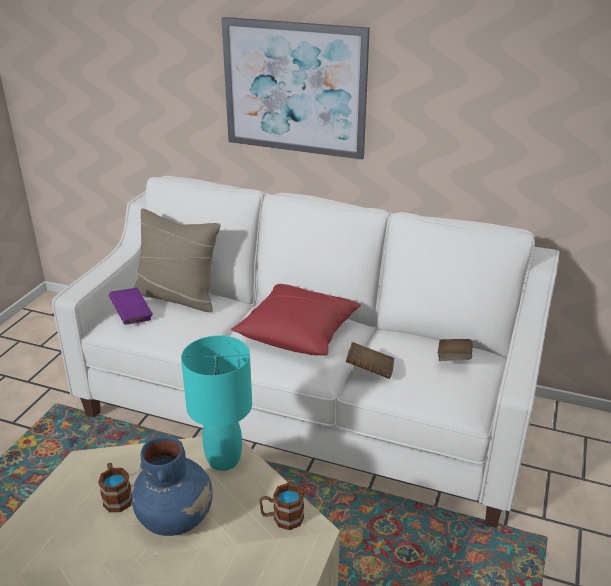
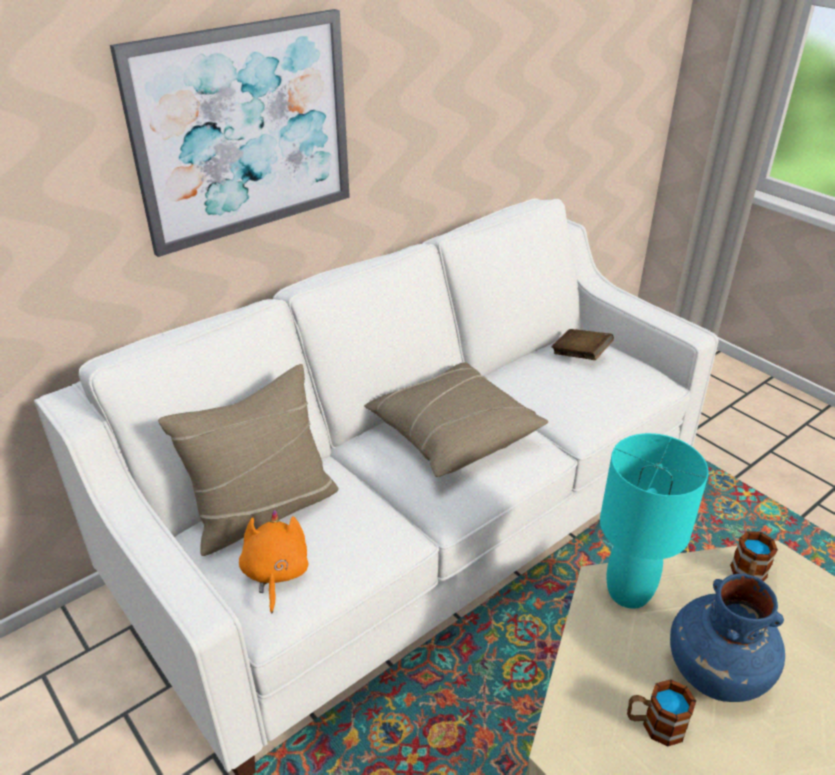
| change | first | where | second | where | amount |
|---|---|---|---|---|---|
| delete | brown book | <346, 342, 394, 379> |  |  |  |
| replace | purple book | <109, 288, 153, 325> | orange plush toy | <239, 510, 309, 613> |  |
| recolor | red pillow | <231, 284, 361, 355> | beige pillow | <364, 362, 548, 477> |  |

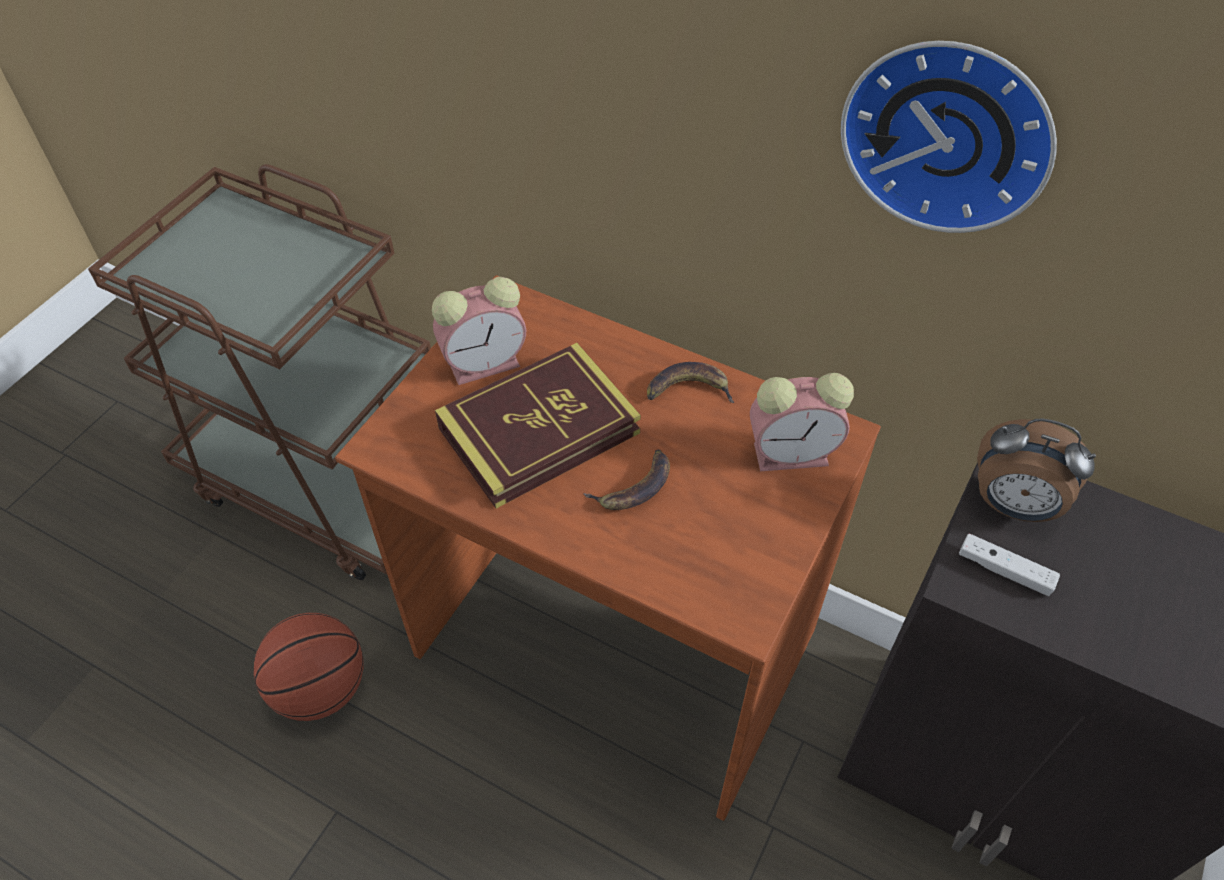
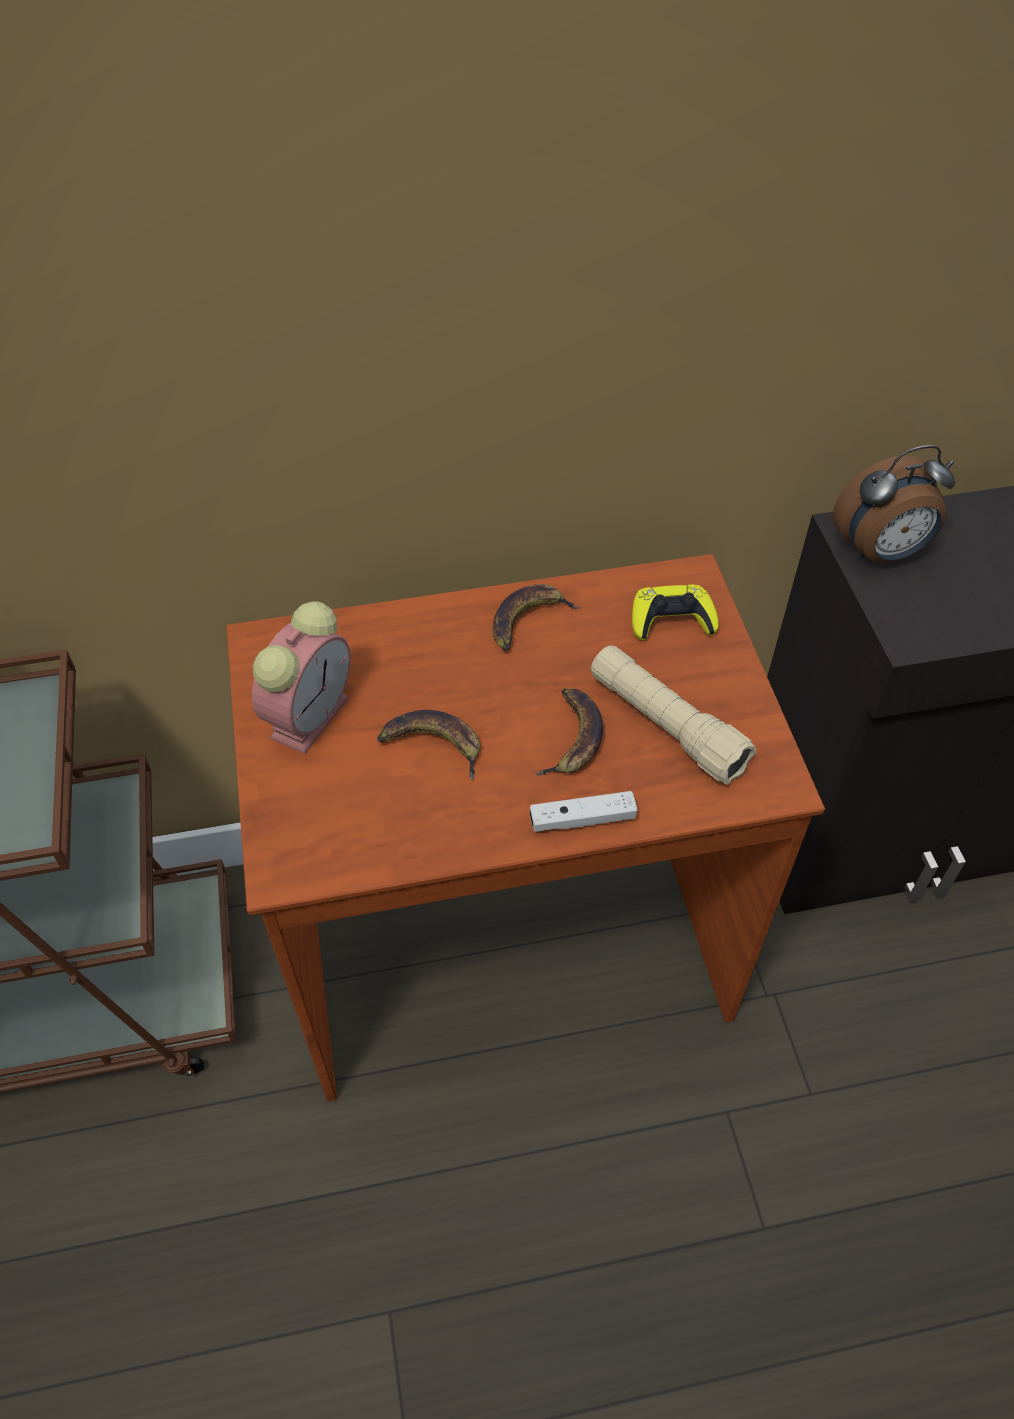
| change | first | where | second | where | amount |
|---|---|---|---|---|---|
| delete | basketball | <254, 613, 364, 721> |  |  |  |
| delete | wall clock | <841, 41, 1057, 233> |  |  |  |
| insert |  |  | beige flashlight | <591, 645, 757, 785> |  |
| move | white game controller | <959, 533, 1060, 596> |  | <530, 791, 637, 832> |  |
| replace | book | <435, 343, 641, 508> | banana | <377, 710, 480, 780> |  |
| replace | alarm clock | <750, 373, 854, 471> | yellow game controller | <632, 584, 719, 640> |  |

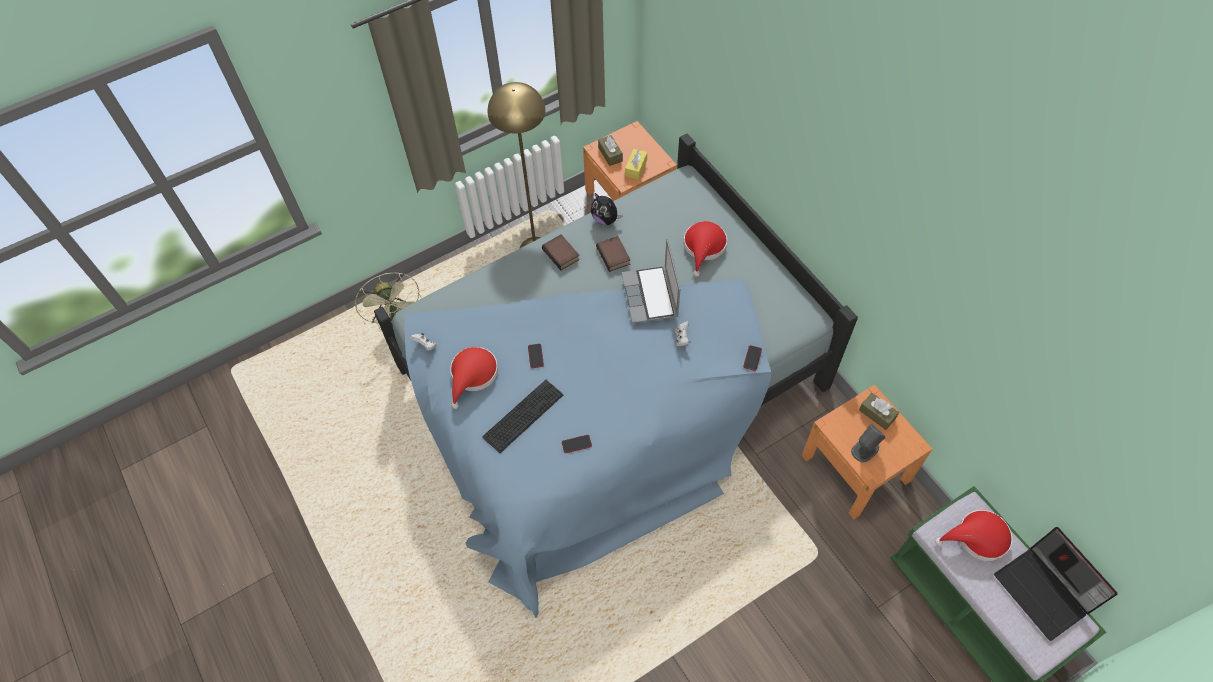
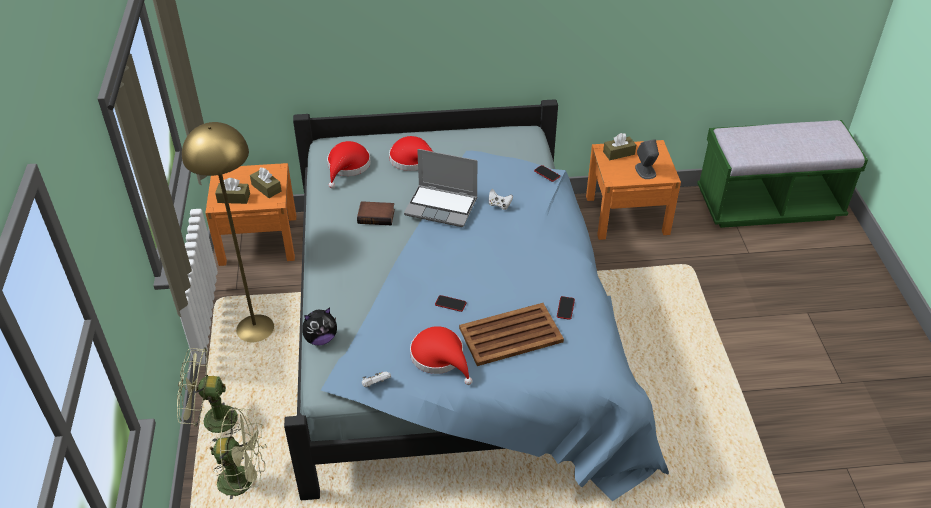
| change | first | where | second | where | amount |
|---|---|---|---|---|---|
| delete | book | <542, 234, 580, 271> |  |  |  |
| delete | laptop | <994, 527, 1117, 641> |  |  |  |
| insert |  |  | green fan | <177, 348, 241, 443> |  |
| move | plush toy | <591, 193, 623, 225> |  | <302, 308, 337, 345> |  |
| move | red hat | <935, 510, 1012, 561> |  | <327, 141, 371, 188> |  |
| replace | keyboard | <482, 380, 563, 453> | brown tray | <459, 303, 564, 366> |  |
| recolor | yellow tissue box | <625, 149, 647, 180> | brown tissue box | <250, 167, 282, 198> |  |

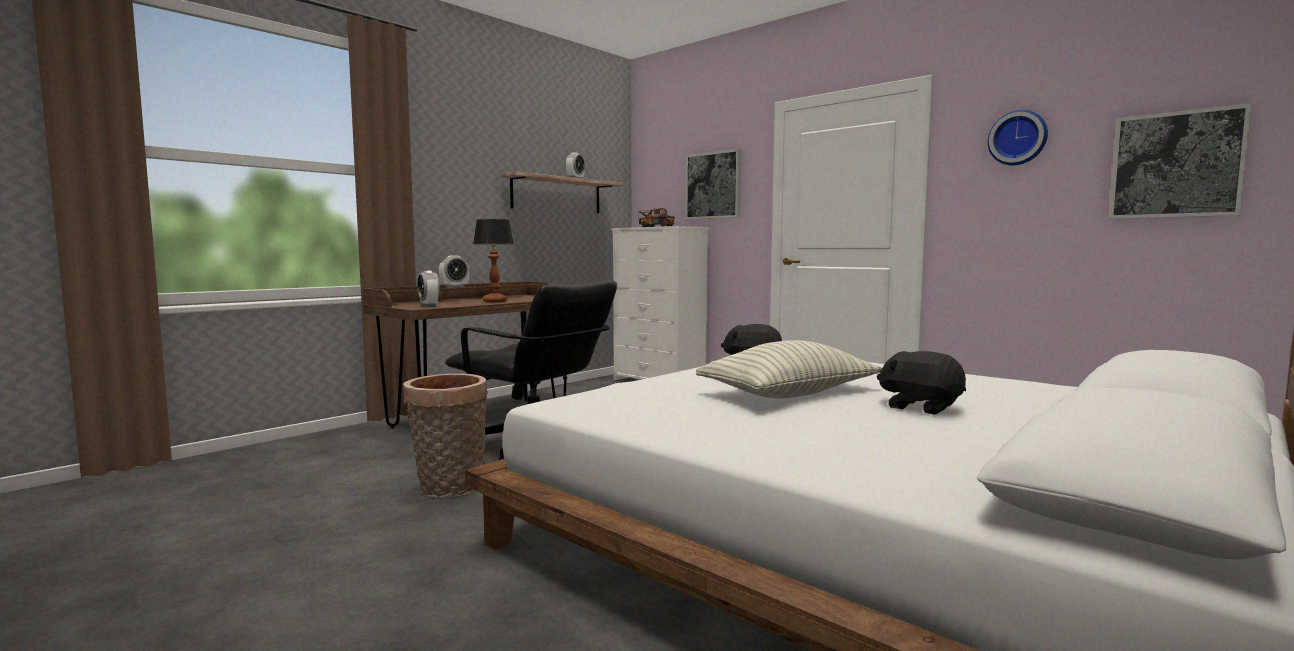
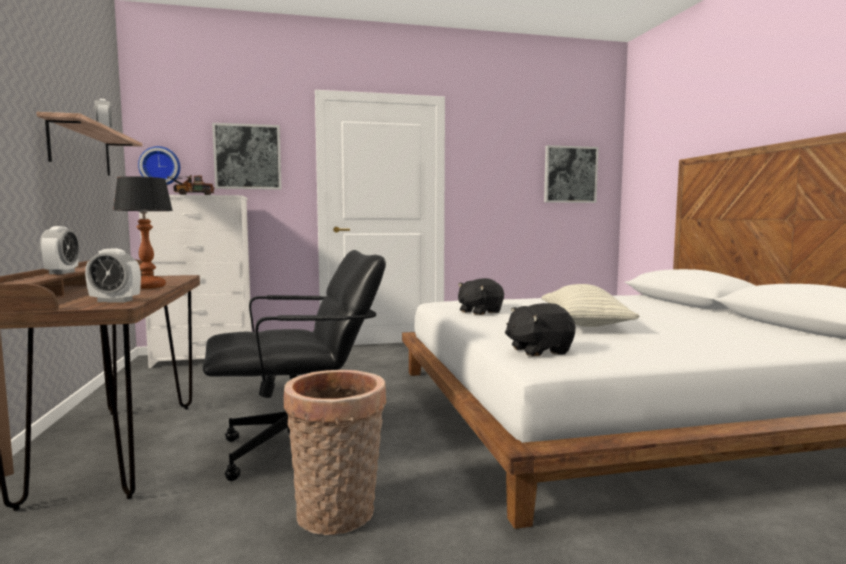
| change | first | where | second | where | amount |
|---|---|---|---|---|---|
| move | black plush toy | <877, 351, 966, 414> |  | <505, 303, 576, 357> |  |
| move | wall clock | <988, 110, 1048, 165> |  | <138, 146, 180, 185> |  |

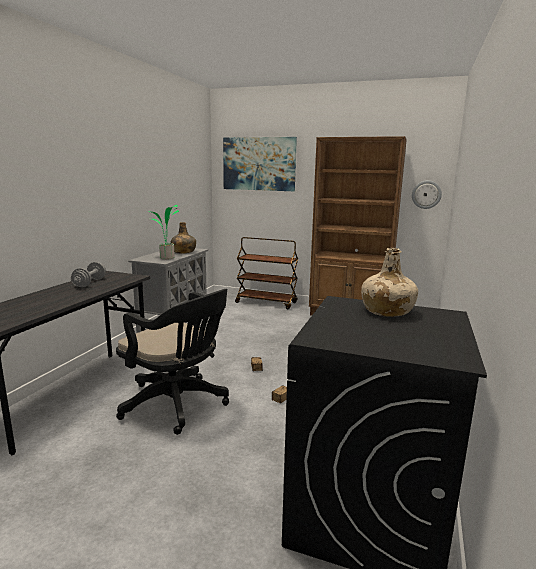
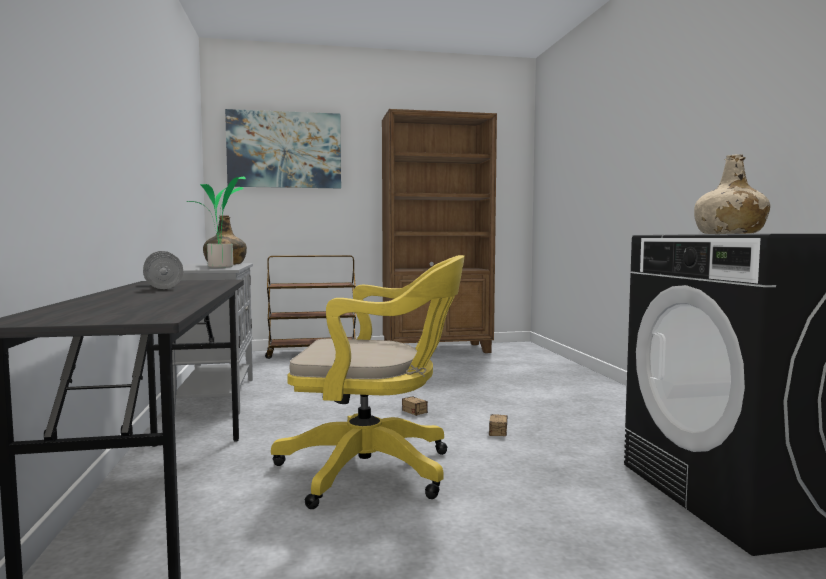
| change | first | where | second | where | amount |
|---|---|---|---|---|---|
| delete | wall clock | <412, 180, 442, 209> |  |  |  |
| recolor | black office chair | <116, 289, 229, 435> | yellow office chair | <271, 255, 465, 509> |  |

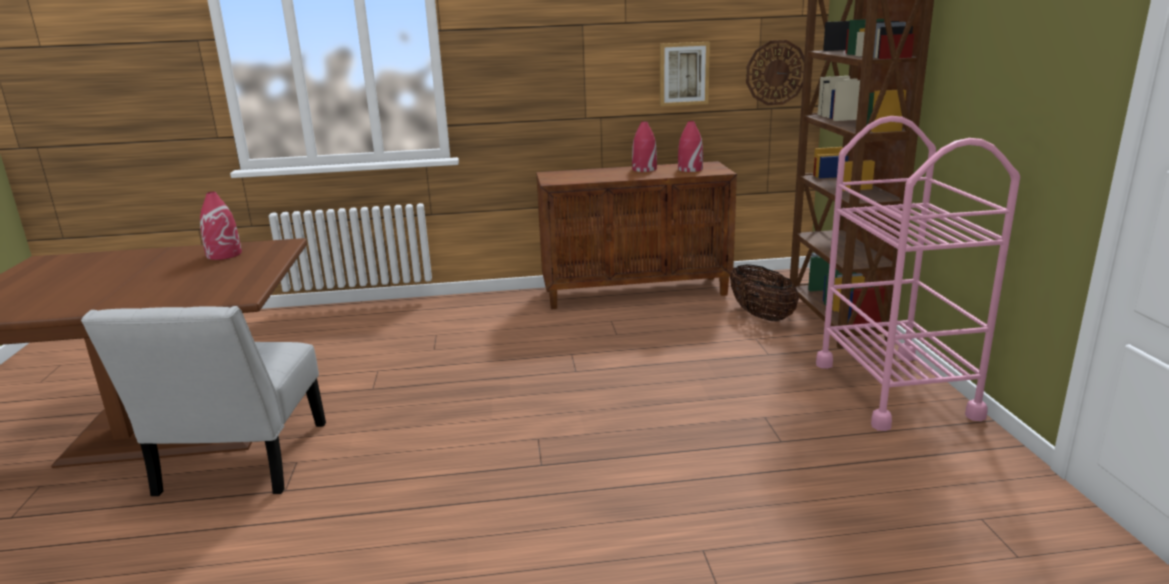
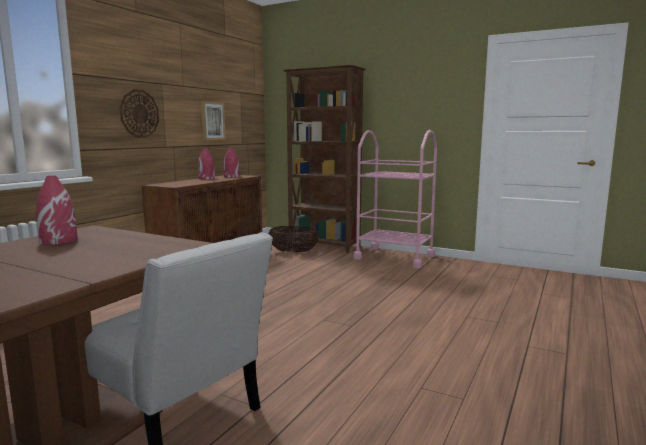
| change | first | where | second | where | amount |
|---|---|---|---|---|---|
| move | wall clock | <746, 40, 804, 105> |  | <120, 89, 159, 138> |  |

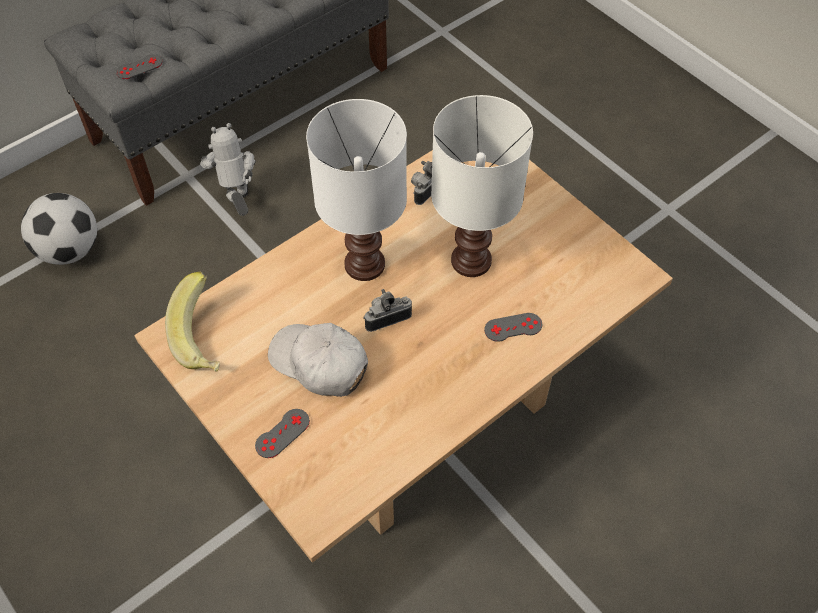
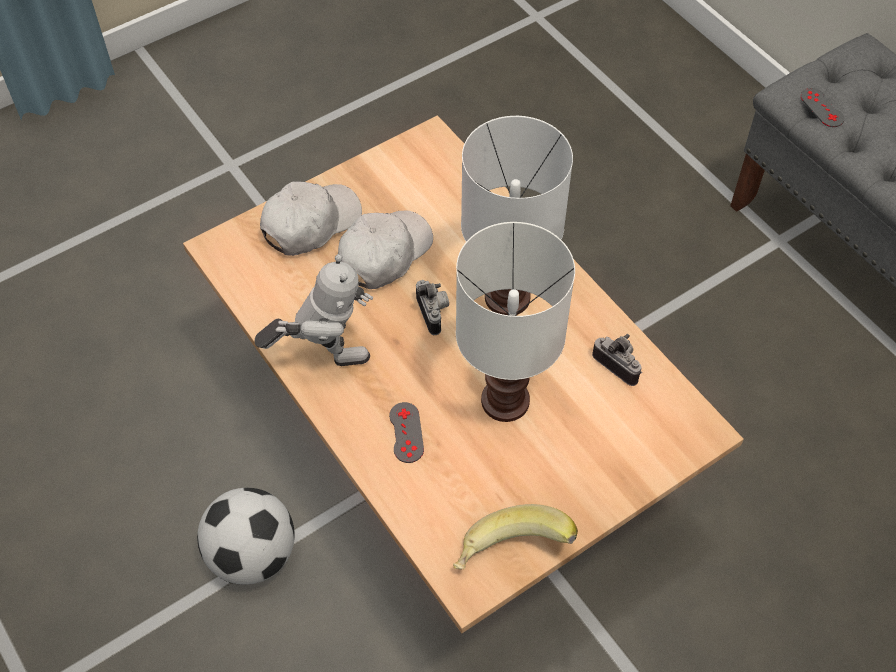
| change | first | where | second | where | amount |
|---|---|---|---|---|---|
| move | football | <21, 193, 97, 265> |  | <197, 488, 295, 585> |  |
| move | banana | <165, 271, 220, 372> |  | <453, 504, 578, 570> |  |
| move | toy robot | <200, 123, 256, 216> |  | <255, 254, 373, 366> |  |
| replace | grey game controller | <255, 409, 310, 458> | white cap | <260, 182, 362, 256> |  |

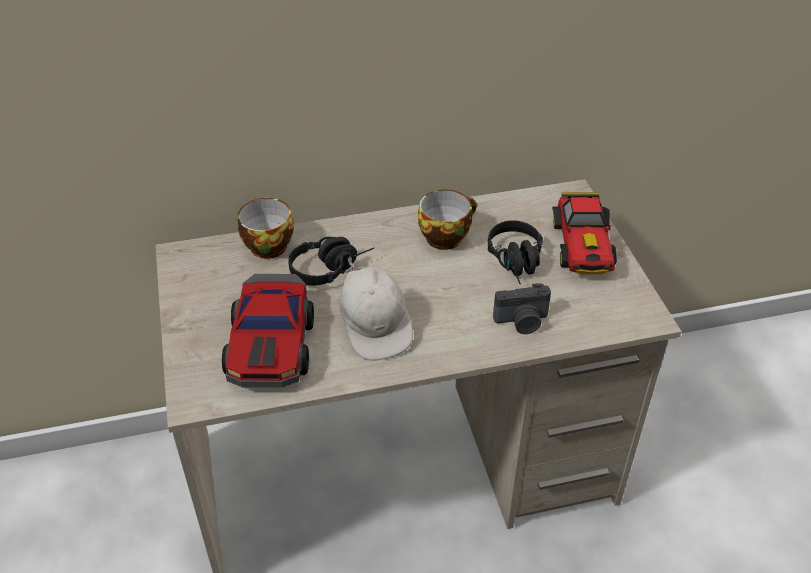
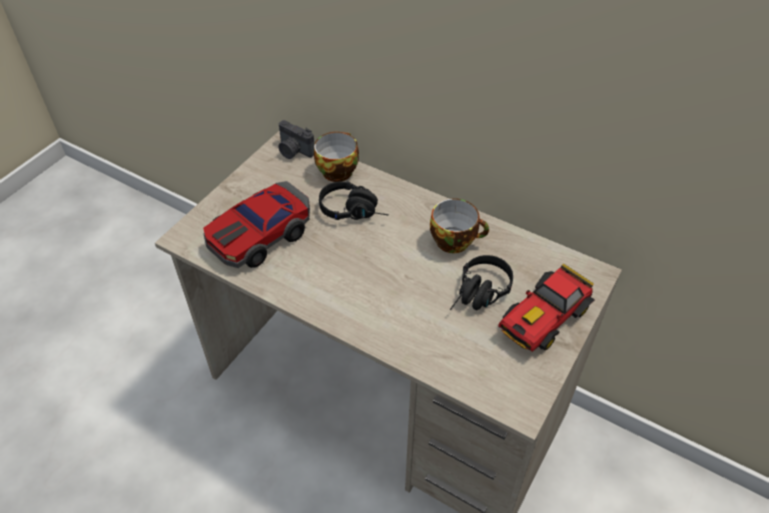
| change | first | where | second | where | amount |
|---|---|---|---|---|---|
| delete | white cap | <339, 257, 413, 361> |  |  |  |
| move | photo camera | <493, 283, 551, 334> |  | <278, 120, 314, 159> |  |

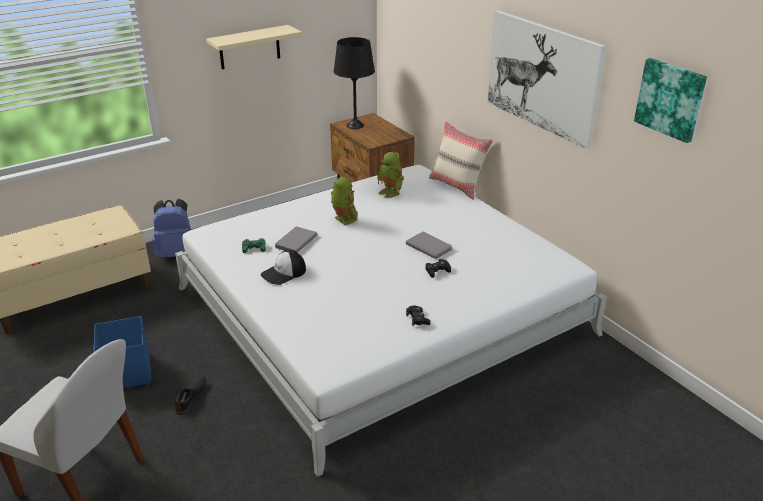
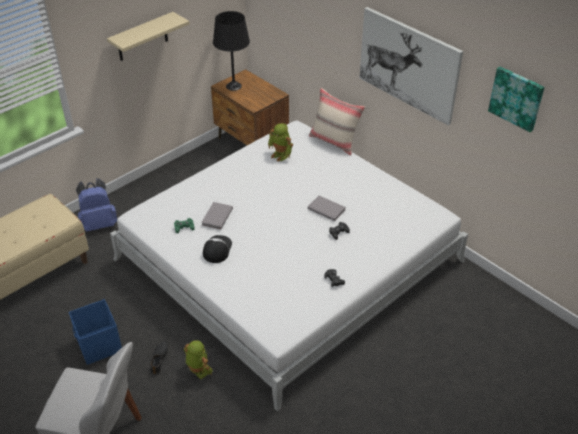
| change | first | where | second | where | amount |
|---|---|---|---|---|---|
| move | toy robot | <331, 177, 358, 225> |  | <184, 340, 213, 379> |  |
| rotate | cap | <261, 250, 306, 285> |  | <203, 235, 232, 263> | 150 degrees clockwise |

